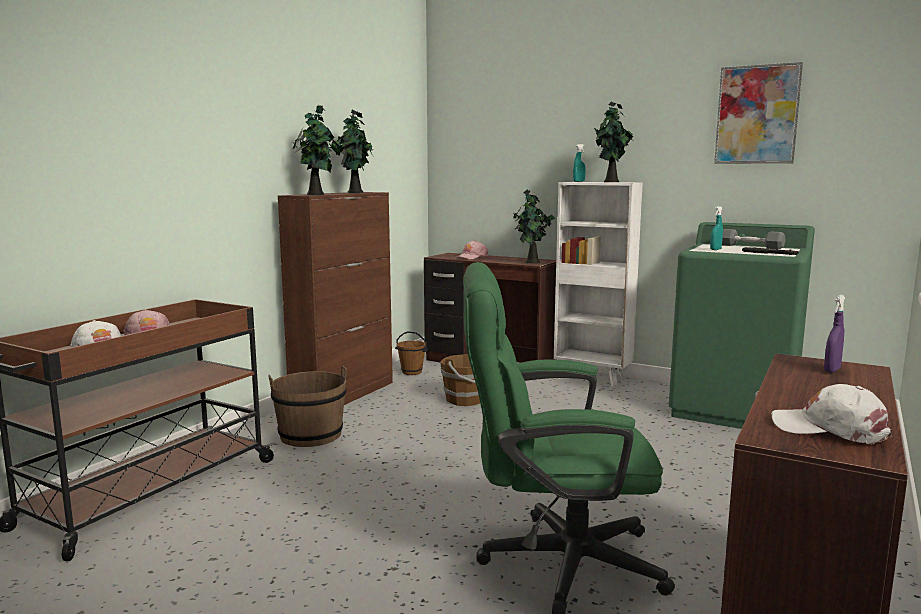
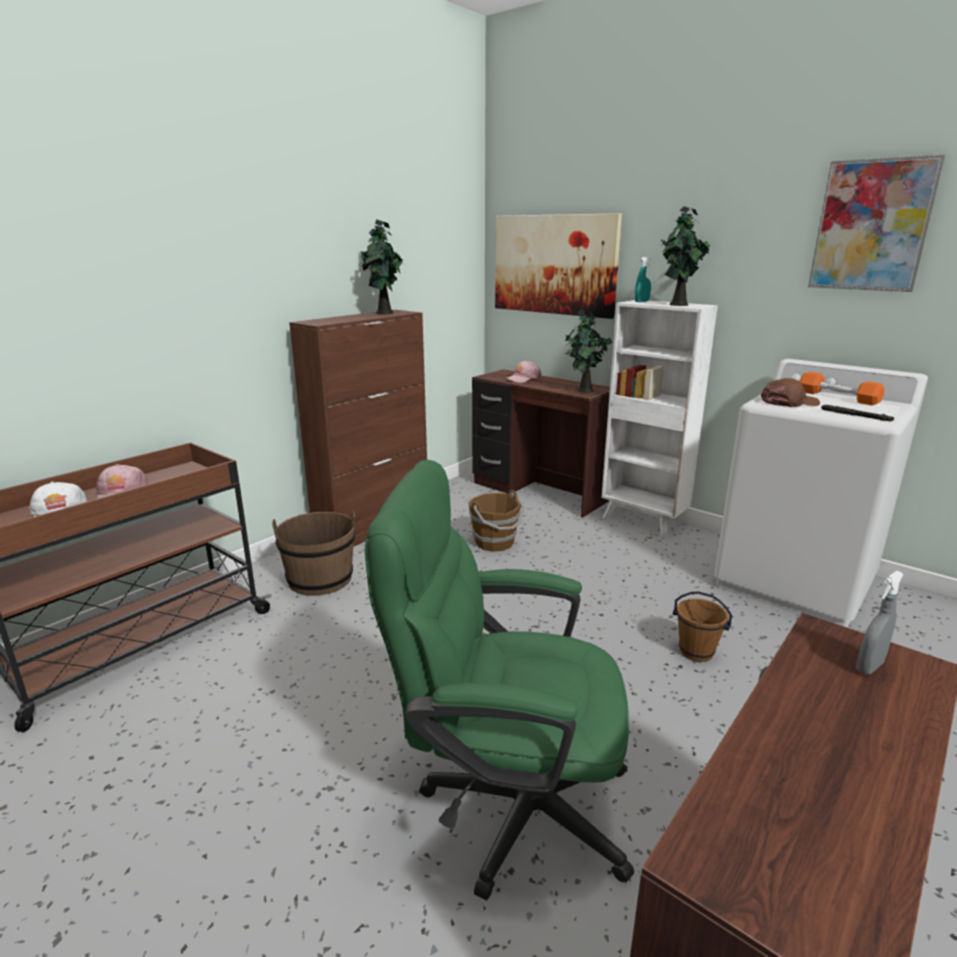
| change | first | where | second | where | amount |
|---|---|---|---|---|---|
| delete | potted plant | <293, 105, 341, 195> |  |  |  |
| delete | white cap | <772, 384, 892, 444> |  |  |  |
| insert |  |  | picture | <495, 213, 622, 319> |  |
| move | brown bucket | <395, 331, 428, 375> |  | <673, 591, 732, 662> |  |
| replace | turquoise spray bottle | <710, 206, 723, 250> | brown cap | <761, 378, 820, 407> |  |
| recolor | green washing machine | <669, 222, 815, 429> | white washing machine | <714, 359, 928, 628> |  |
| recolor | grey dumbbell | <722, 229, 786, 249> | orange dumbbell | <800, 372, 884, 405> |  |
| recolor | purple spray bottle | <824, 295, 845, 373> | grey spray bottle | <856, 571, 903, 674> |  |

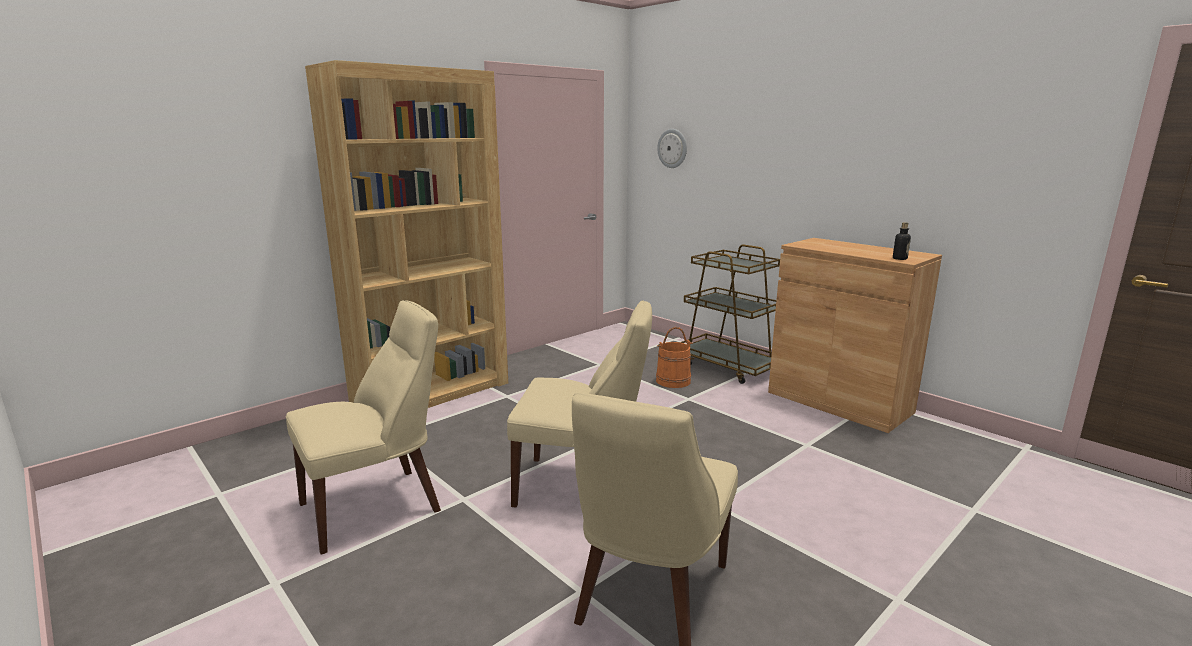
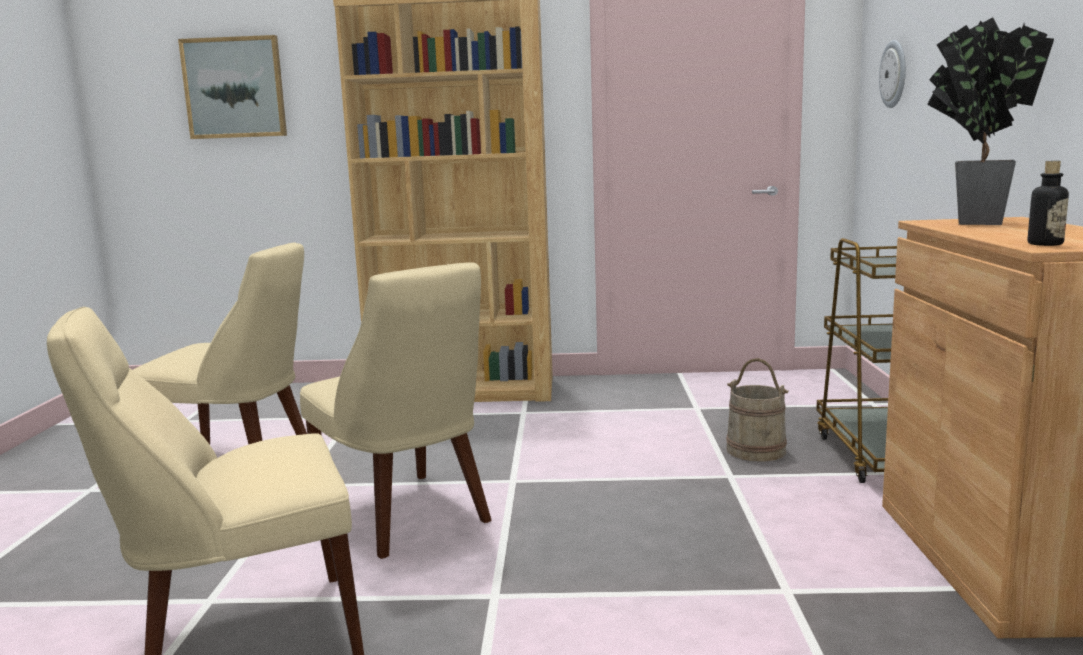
| change | first | where | second | where | amount |
|---|---|---|---|---|---|
| insert |  |  | picture | <178, 35, 287, 139> |  |
| insert |  |  | potted plant | <927, 17, 1054, 225> |  |
| recolor | orange bucket | <656, 327, 692, 388> | beige bucket | <726, 358, 789, 462> |  |

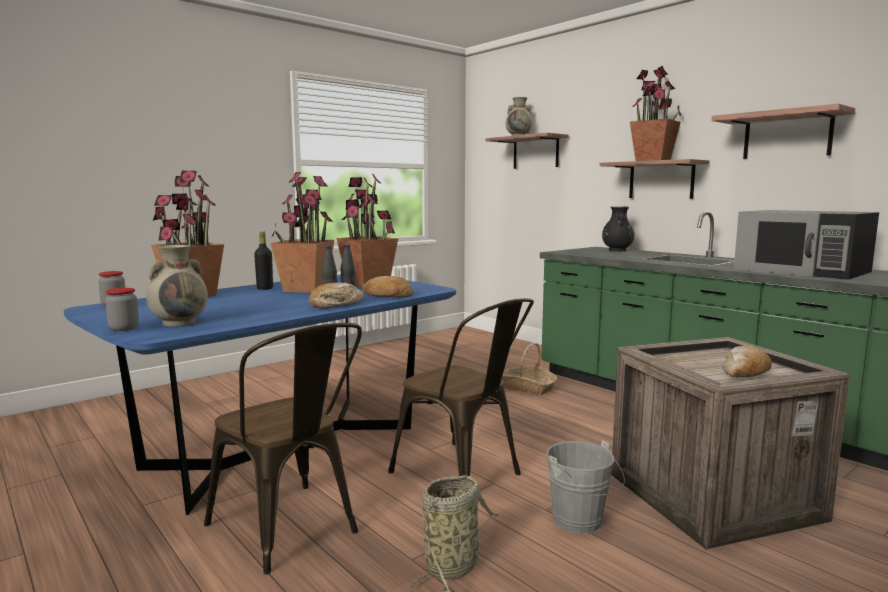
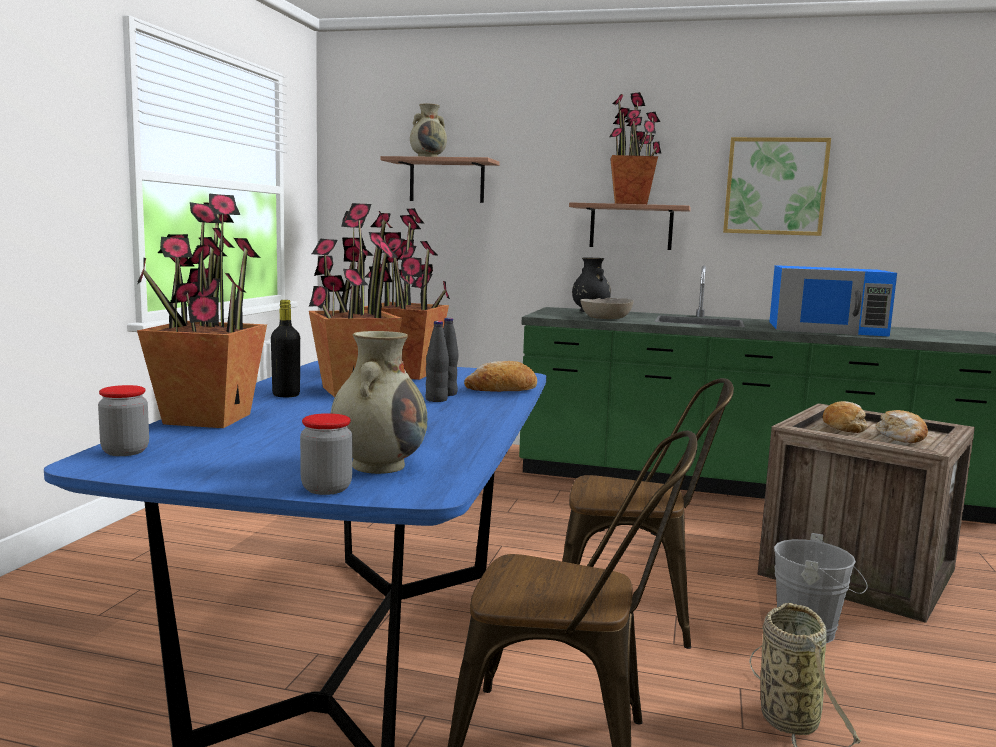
| change | first | where | second | where | amount |
|---|---|---|---|---|---|
| delete | basket | <502, 343, 557, 395> |  |  |  |
| insert |  |  | grey bowl | <580, 298, 634, 319> |  |
| move | bread | <309, 283, 364, 308> |  | <823, 401, 868, 433> |  |
| replace | shelf | <712, 103, 855, 159> | picture | <723, 137, 831, 236> |  |
| recolor | black microwave | <734, 210, 879, 280> | blue microwave | <769, 265, 897, 337> |  |

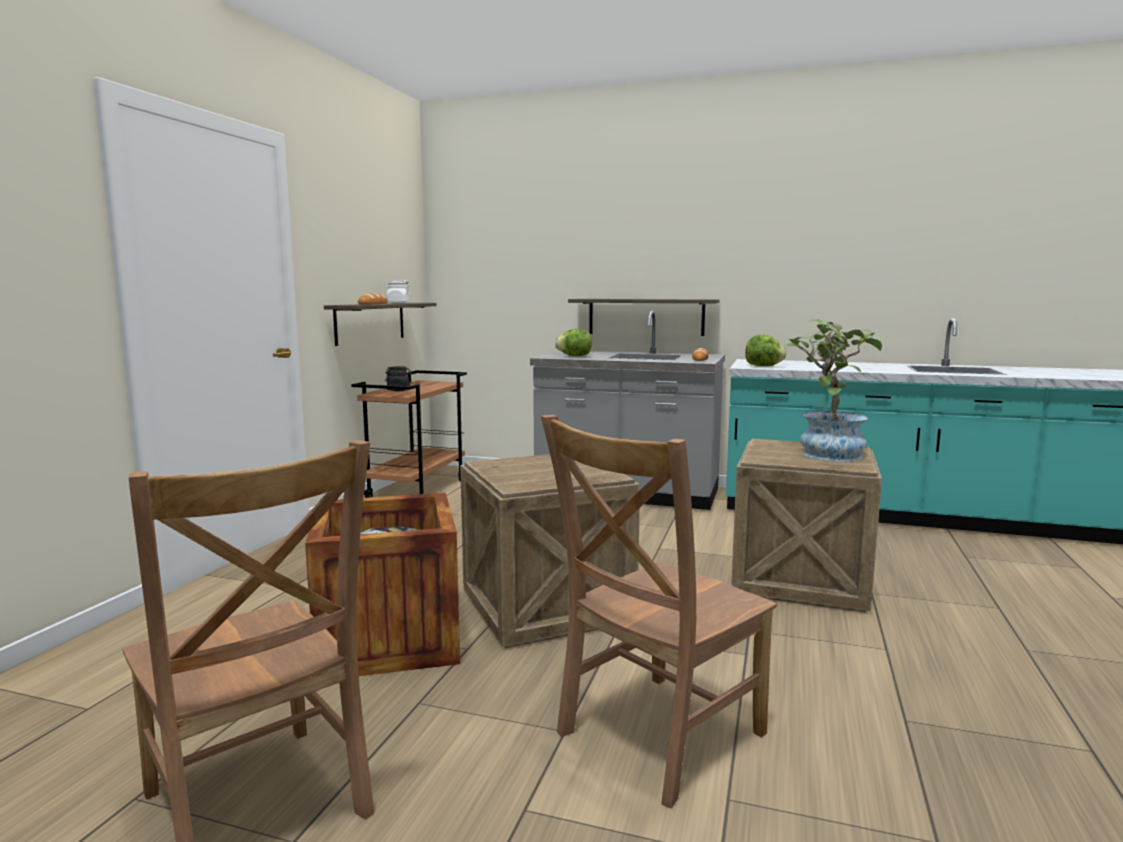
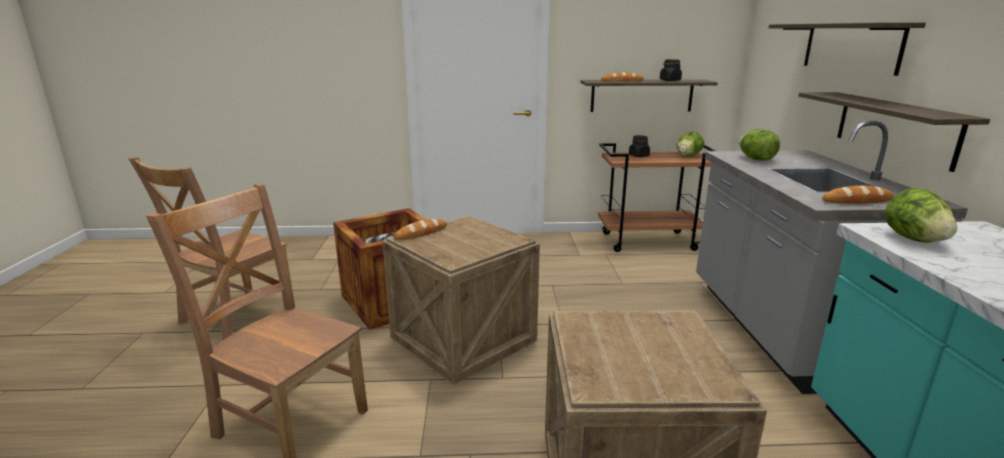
| change | first | where | second | where | amount |
|---|---|---|---|---|---|
| delete | potted plant | <777, 318, 886, 461> |  |  |  |
| insert |  |  | bread | <394, 219, 447, 240> |  |
| insert |  |  | lettuce | <676, 131, 705, 157> |  |
| insert |  |  | shelf | <769, 23, 926, 76> |  |
| recolor | white jar | <384, 280, 410, 303> | black jar | <660, 59, 682, 81> |  |

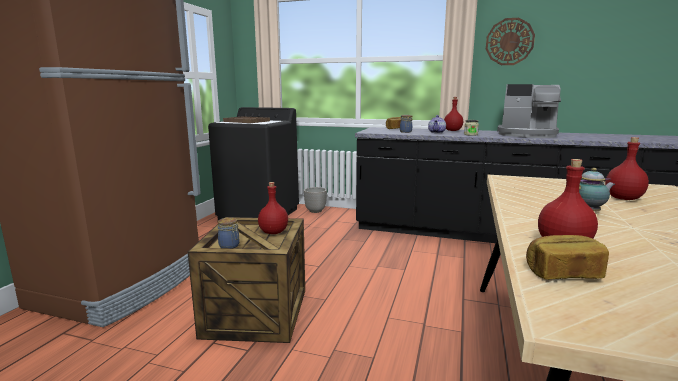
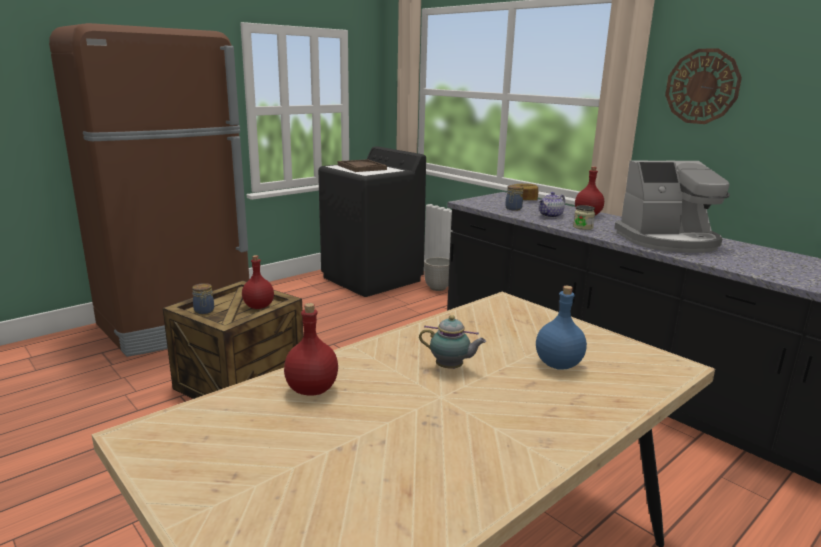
| change | first | where | second | where | amount |
|---|---|---|---|---|---|
| delete | bread | <526, 235, 609, 280> |  |  |  |
| recolor | red bottle | <605, 137, 649, 200> | blue bottle | <536, 286, 587, 370> |  |
| rotate | coffee machine | <497, 84, 561, 138> |  | <614, 160, 730, 253> | 60 degrees counterclockwise |

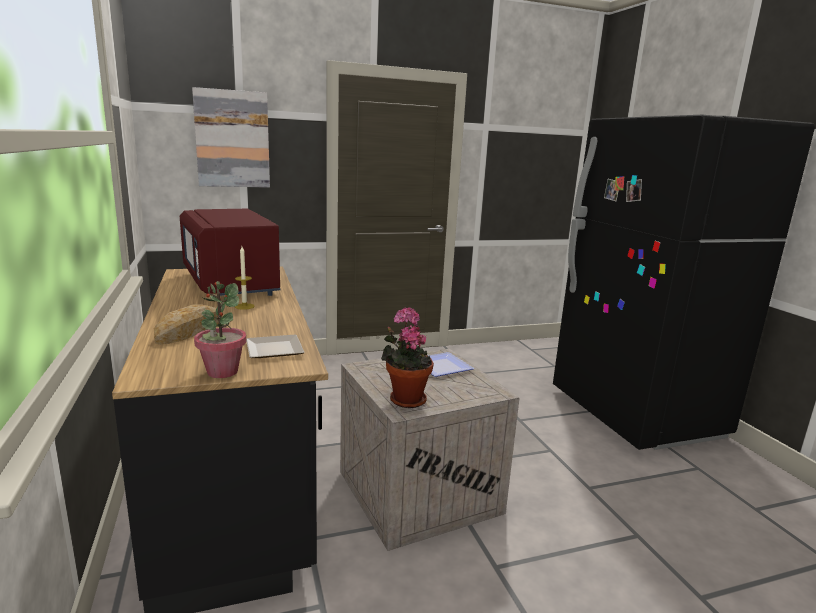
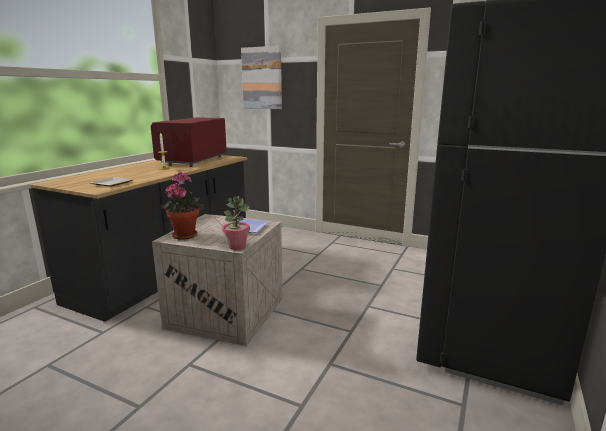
| change | first | where | second | where | amount |
|---|---|---|---|---|---|
| delete | bread | <154, 304, 223, 345> |  |  |  |
| move | potted plant | <194, 281, 247, 378> |  | <222, 196, 250, 250> |  |

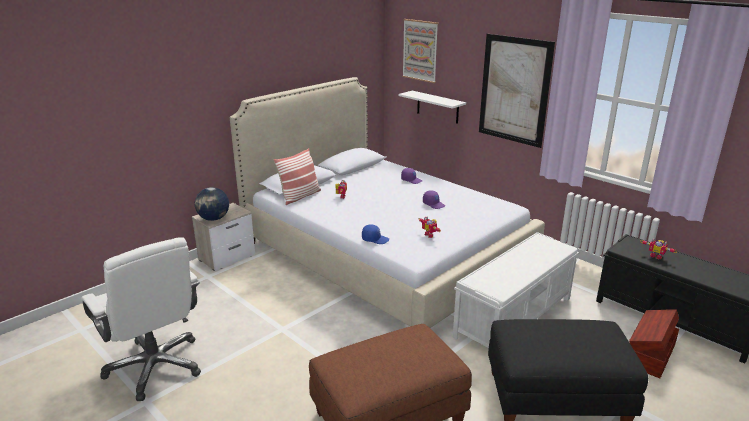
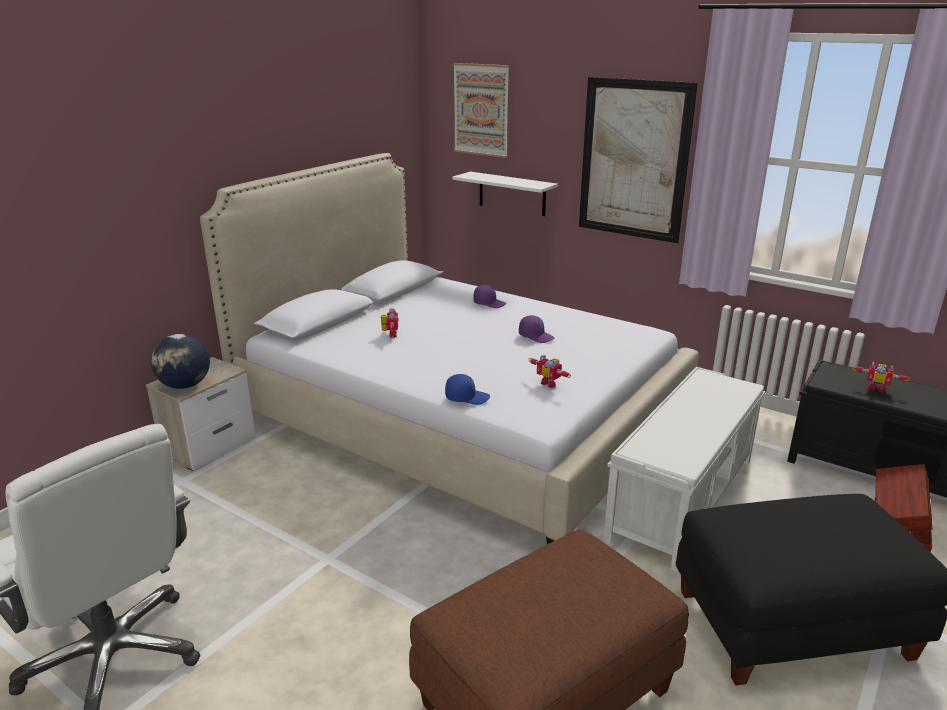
| change | first | where | second | where | amount |
|---|---|---|---|---|---|
| delete | pillow | <273, 148, 321, 205> |  |  |  |

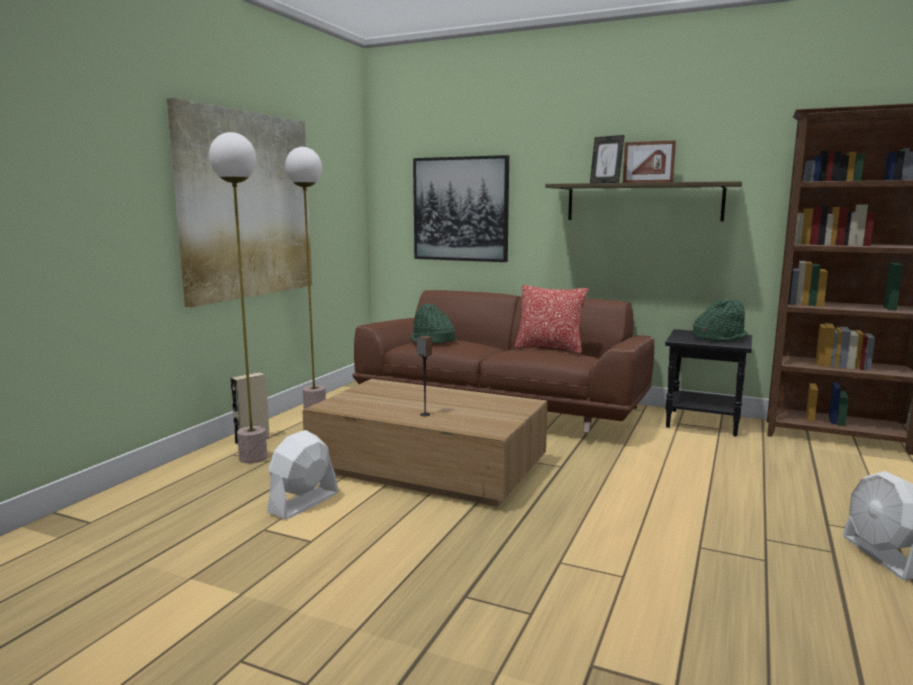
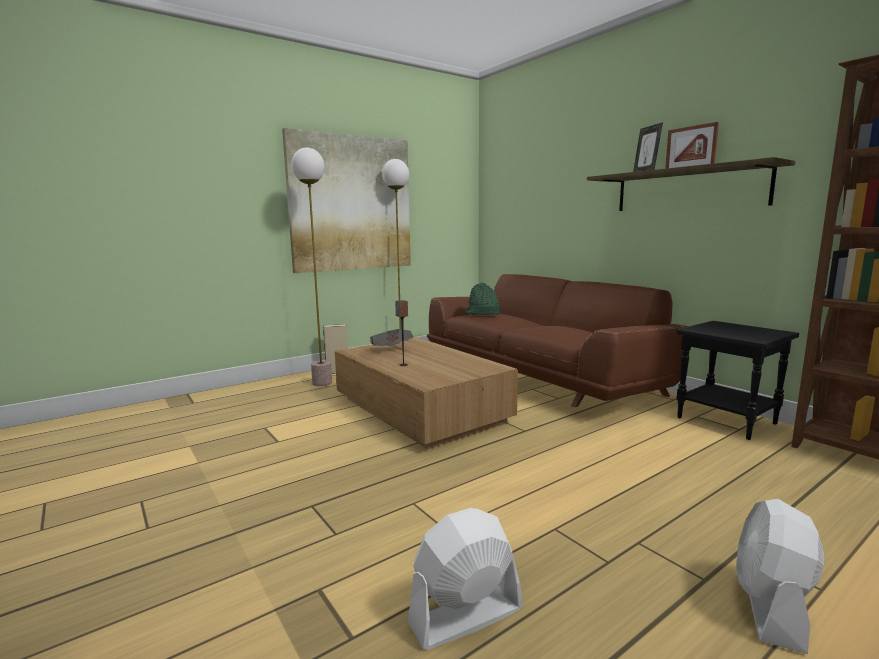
| change | first | where | second | where | amount |
|---|---|---|---|---|---|
| delete | picture | <413, 155, 509, 262> |  |  |  |
| delete | pillow | <514, 285, 589, 354> |  |  |  |
| delete | green hat | <693, 299, 748, 342> |  |  |  |
| insert |  |  | newspaper | <370, 329, 413, 346> |  |
| move | white fan | <267, 430, 338, 519> |  | <408, 508, 523, 650> |  |

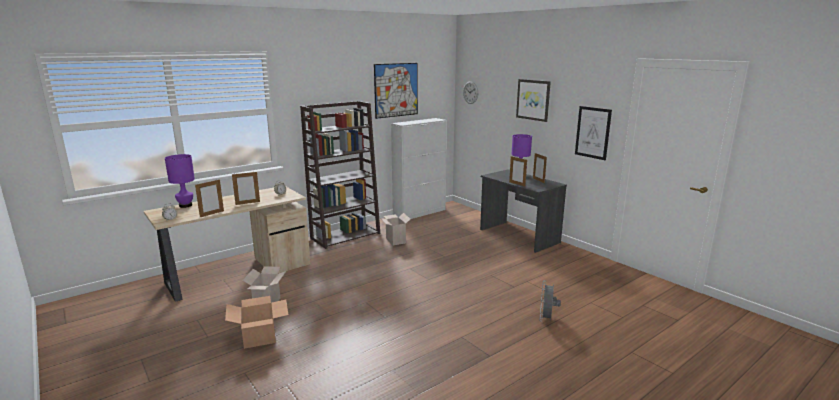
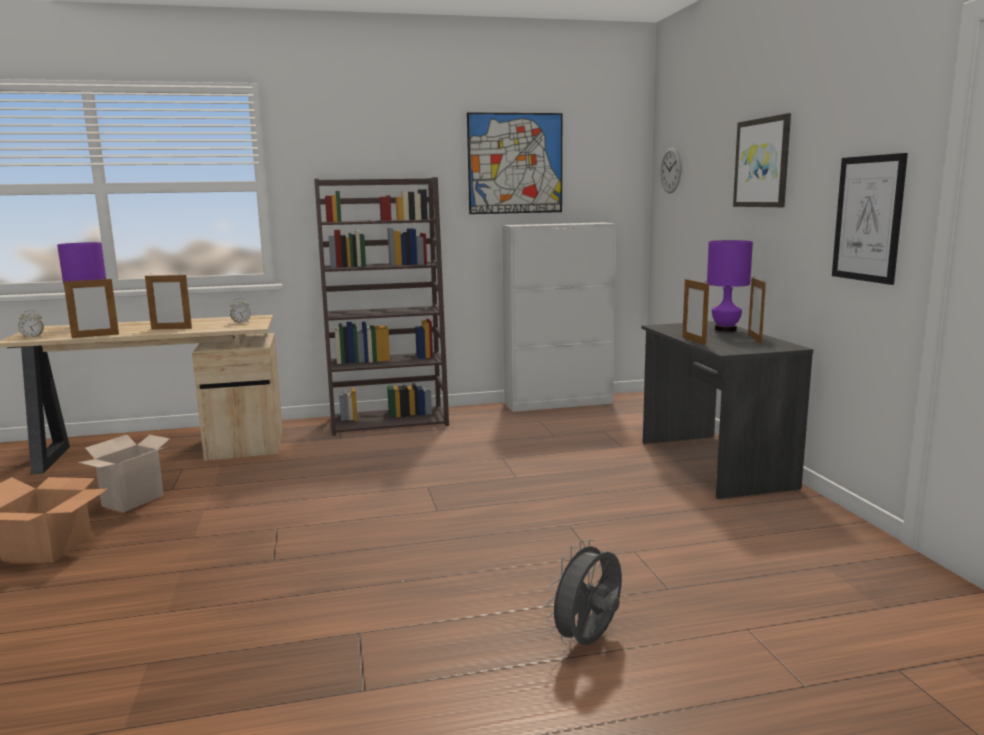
| change | first | where | second | where | amount |
|---|---|---|---|---|---|
| delete | cardboard box | <380, 213, 411, 245> |  |  |  |

